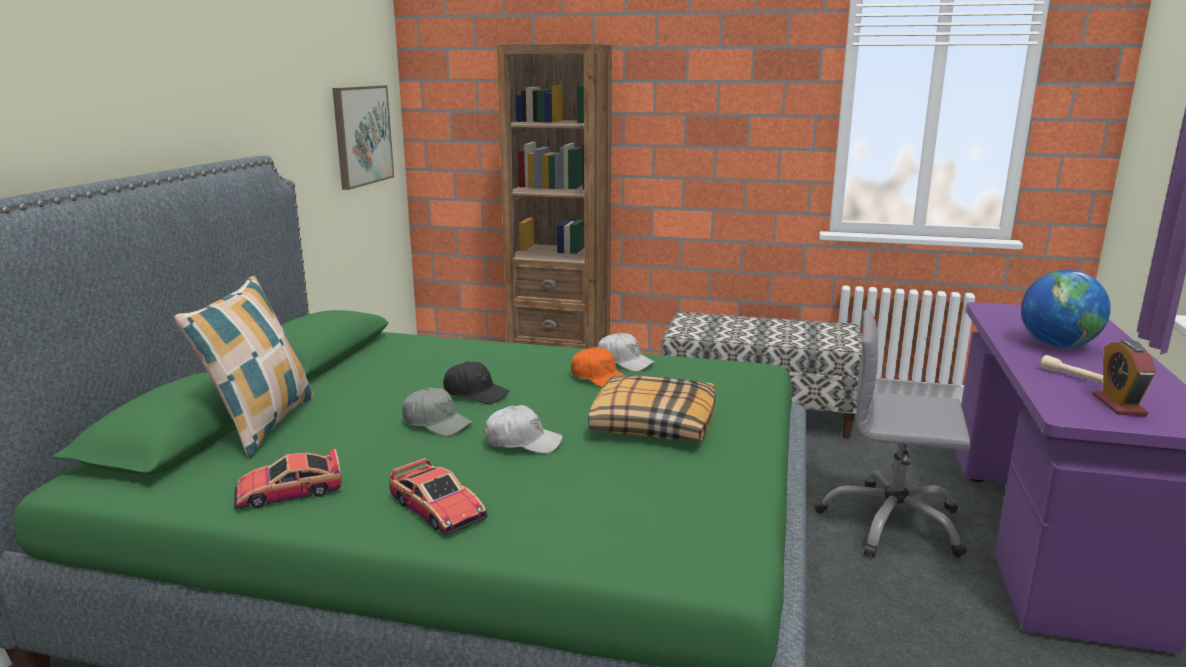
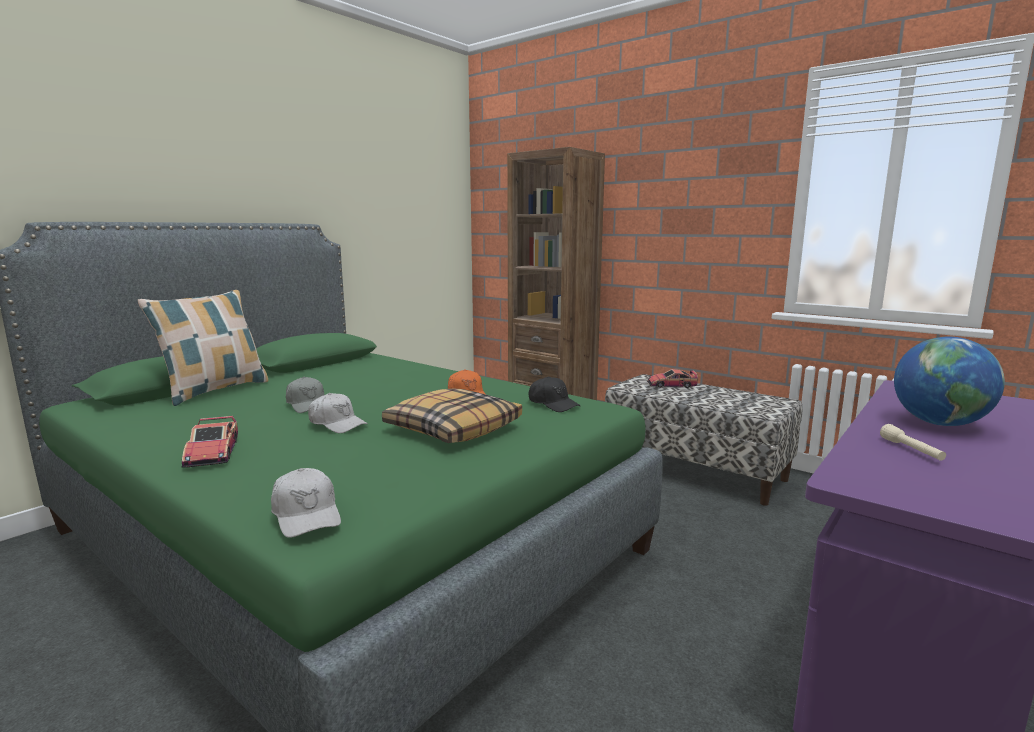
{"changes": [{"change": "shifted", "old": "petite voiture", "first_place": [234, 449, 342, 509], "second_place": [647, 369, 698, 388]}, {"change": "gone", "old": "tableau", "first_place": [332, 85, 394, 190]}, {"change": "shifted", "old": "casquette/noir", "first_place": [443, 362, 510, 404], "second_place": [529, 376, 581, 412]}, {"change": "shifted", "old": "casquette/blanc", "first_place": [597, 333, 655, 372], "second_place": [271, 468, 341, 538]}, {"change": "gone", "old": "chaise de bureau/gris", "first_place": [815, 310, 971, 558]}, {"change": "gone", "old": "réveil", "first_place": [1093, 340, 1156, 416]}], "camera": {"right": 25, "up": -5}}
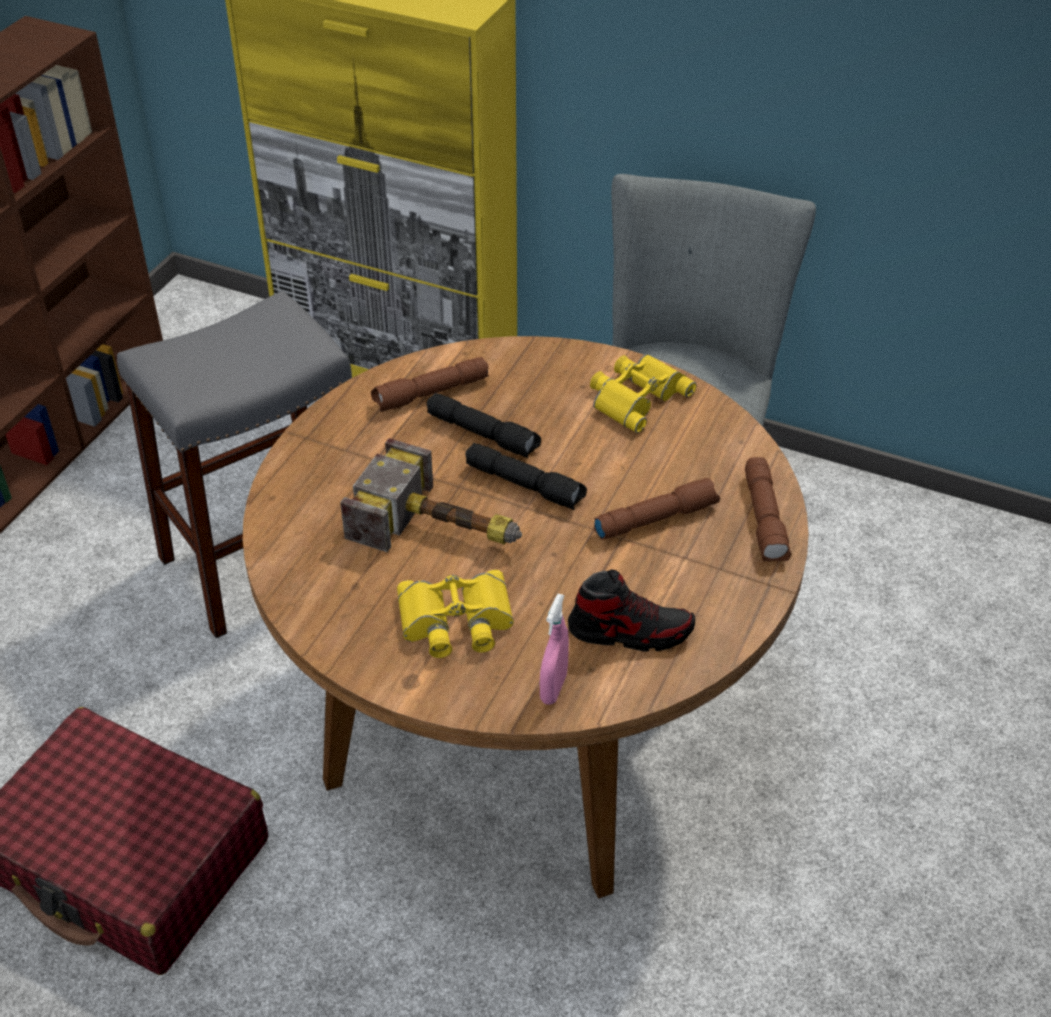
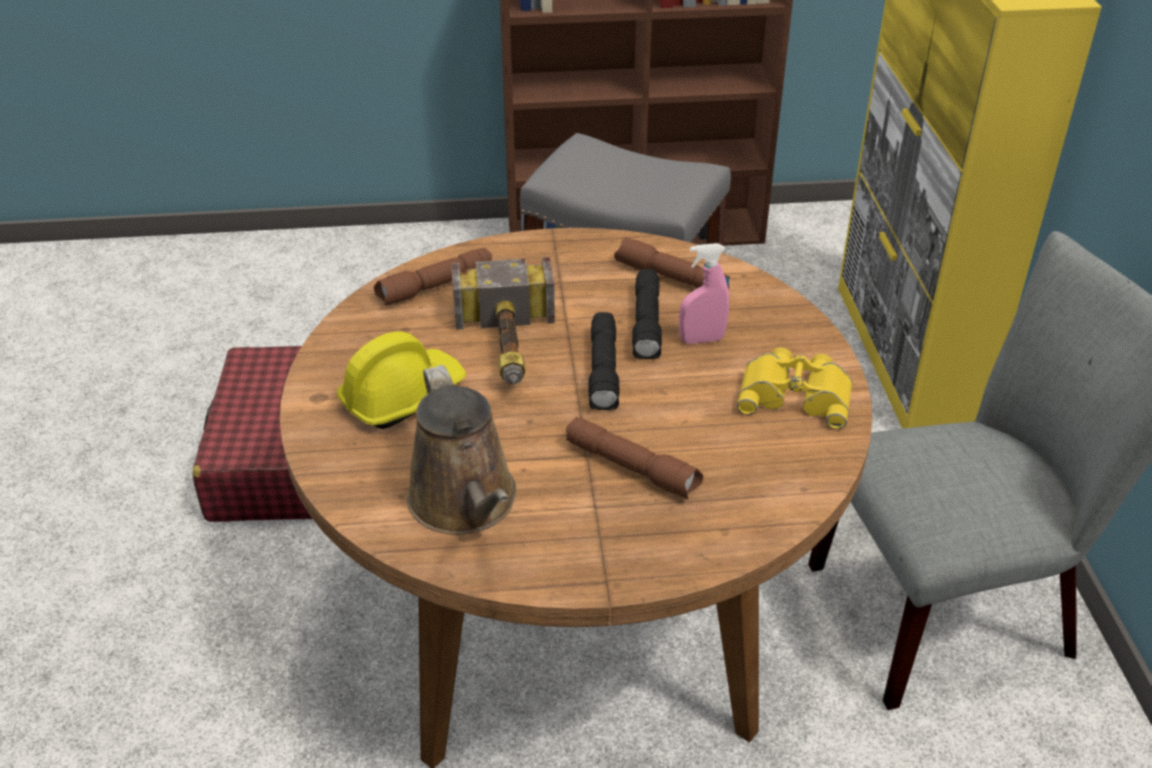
{"changes": [{"change": "swapped", "old": "jumelles/jaune", "new": "casque de chantier/jaune", "first_place": [397, 570, 514, 658], "second_place": [337, 331, 466, 429]}, {"change": "shifted", "old": "vaporisateur/rose", "first_place": [540, 594, 569, 705], "second_place": [679, 243, 729, 344]}, {"change": "swapped", "old": "chaussure", "new": "arrosoir/marron", "first_place": [568, 569, 695, 652], "second_place": [407, 365, 516, 535]}, {"change": "shifted", "old": "lampe de poche/marron", "first_place": [745, 457, 791, 562], "second_place": [374, 248, 492, 306]}], "camera": {"right": 60, "up": -5}}
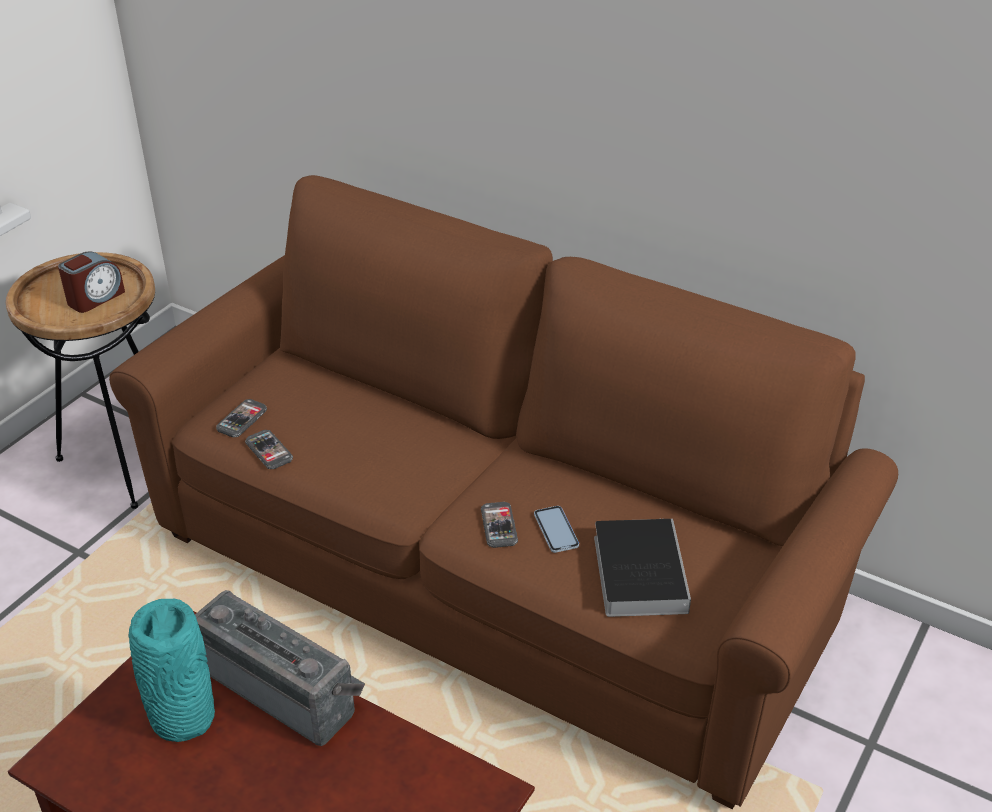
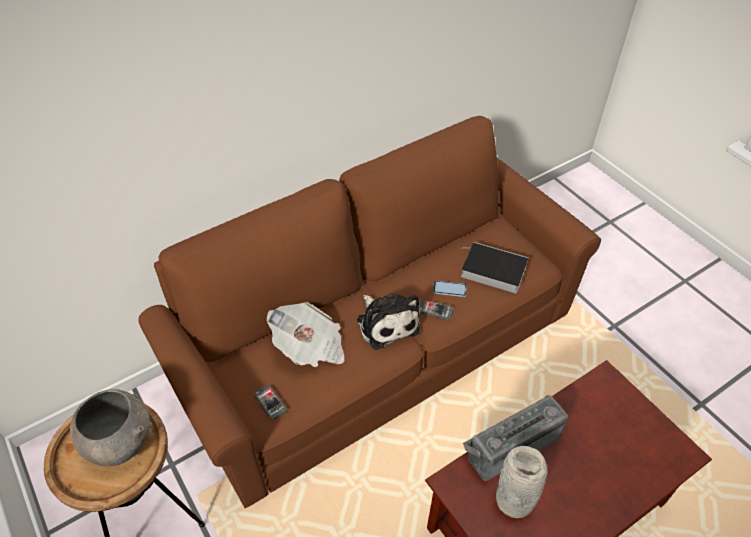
{"changes": [{"change": "swapped", "old": "réveil", "new": "bol/gris", "first_place": [58, 251, 125, 313], "second_place": [70, 389, 152, 466]}, {"change": "repainted", "old": "vase/turquoise", "new": "vase/gris", "first_place": [128, 599, 215, 742], "second_place": [496, 446, 548, 518]}, {"change": "gone", "old": "téléphone", "first_place": [245, 430, 293, 469]}, {"change": "new", "new": "journal", "second_place": [267, 302, 345, 367]}, {"change": "new", "new": "peluche", "second_place": [357, 294, 420, 350]}], "camera": {"right": -65, "up": 10}}
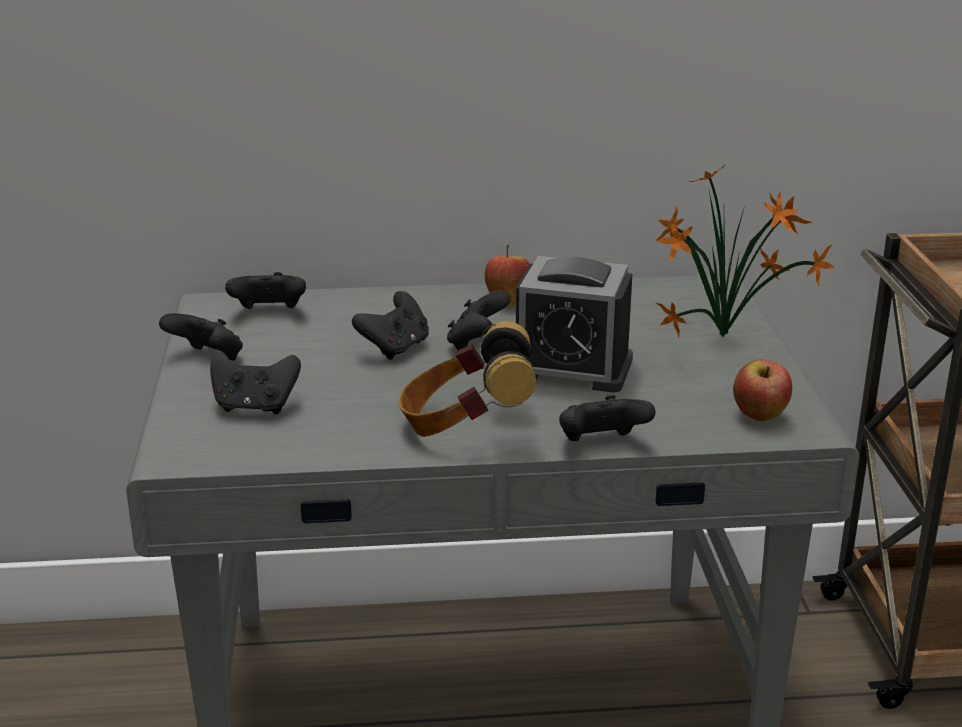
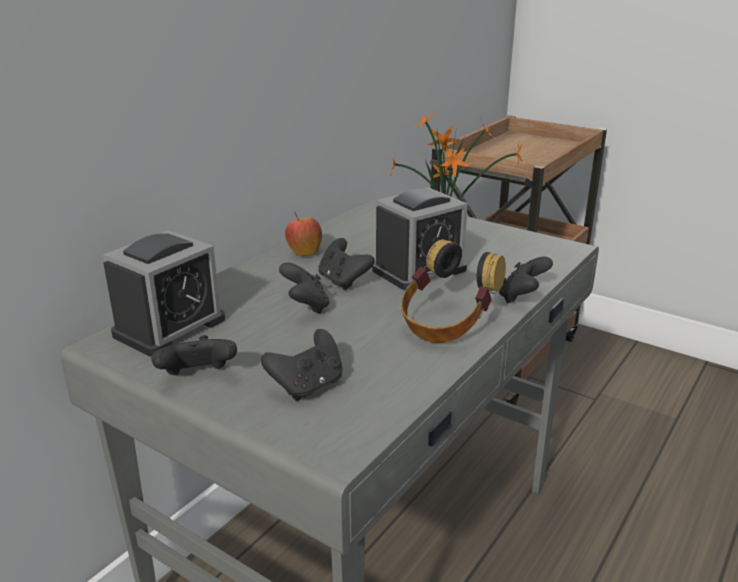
{"changes": [{"change": "swapped", "old": "manette/noir", "new": "réveil", "first_place": [225, 272, 306, 309], "second_place": [103, 230, 225, 357]}, {"change": "gone", "old": "pomme", "first_place": [733, 359, 792, 421]}], "camera": {"right": -50, "up": 0}}
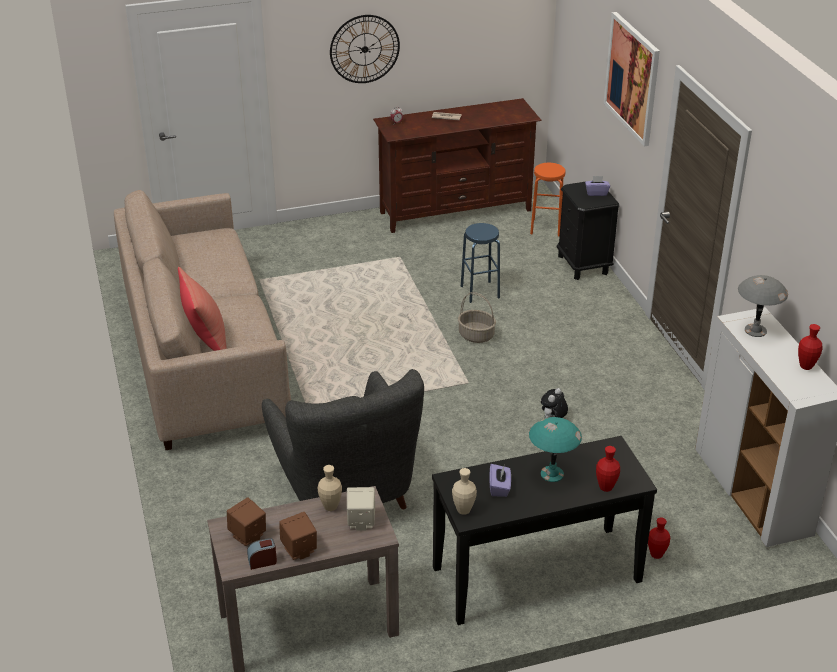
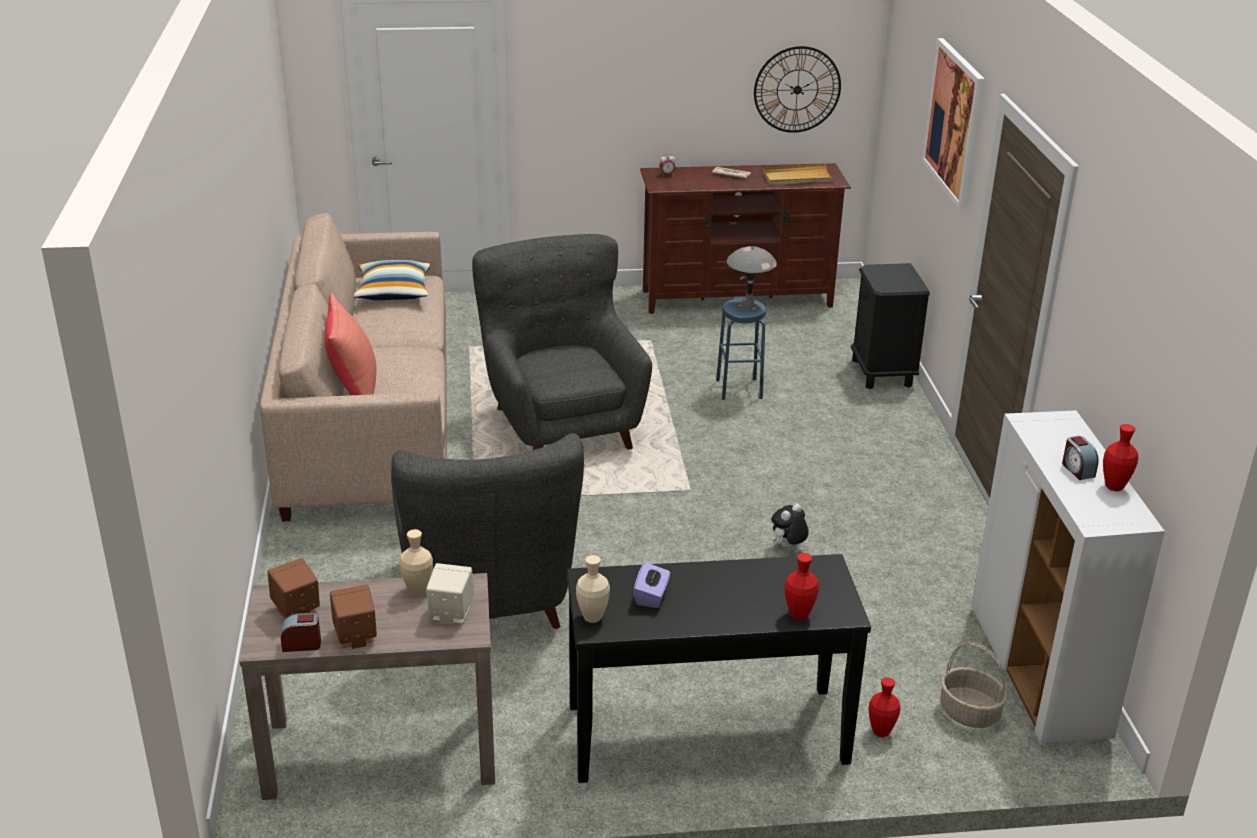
{"changes": [{"change": "shifted", "old": "horloge murale", "first_place": [330, 15, 400, 83], "second_place": [754, 46, 841, 133]}, {"change": "shifted", "old": "panier", "first_place": [458, 292, 496, 343], "second_place": [940, 642, 1007, 728]}, {"change": "gone", "old": "lampe de table/turquoise", "first_place": [529, 417, 582, 482]}, {"change": "gone", "old": "tabouret/orange", "first_place": [530, 163, 566, 237]}, {"change": "gone", "old": "boîte à mouchoirs/violet", "first_place": [585, 176, 610, 196]}, {"change": "shifted", "old": "lampe de table/gris", "first_place": [738, 275, 788, 337], "second_place": [727, 246, 777, 311]}, {"change": "new", "new": "coussin", "second_place": [354, 260, 431, 300]}, {"change": "new", "new": "fauteuil/gris", "second_place": [472, 234, 652, 450]}, {"change": "new", "new": "plateau/beige", "second_place": [762, 164, 836, 185]}, {"change": "new", "new": "réveil", "second_place": [1062, 436, 1099, 480]}], "camera": {"right": 10, "up": -5}}
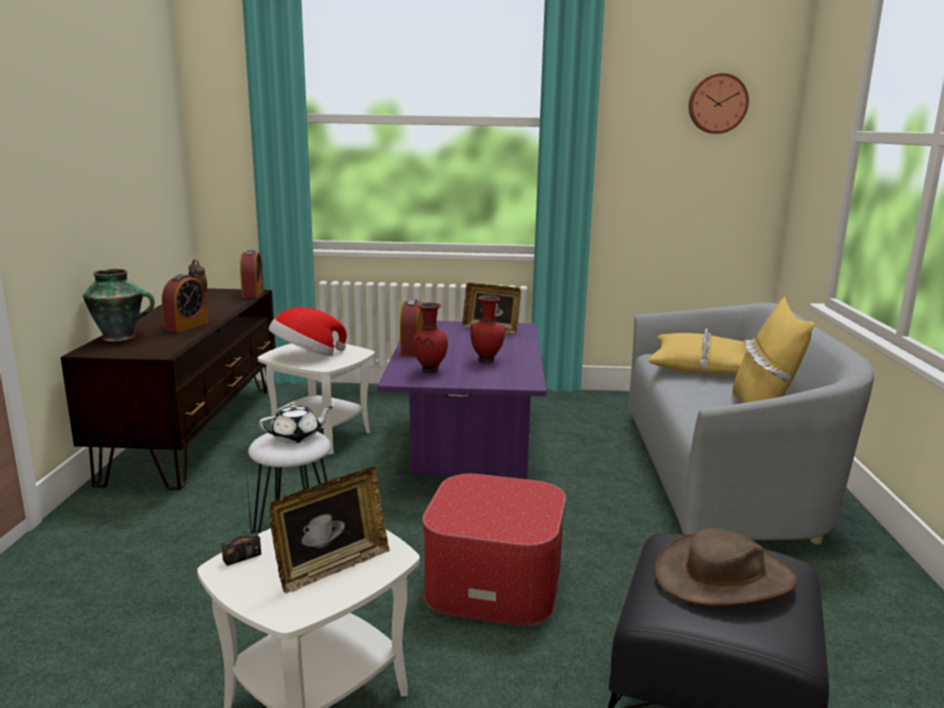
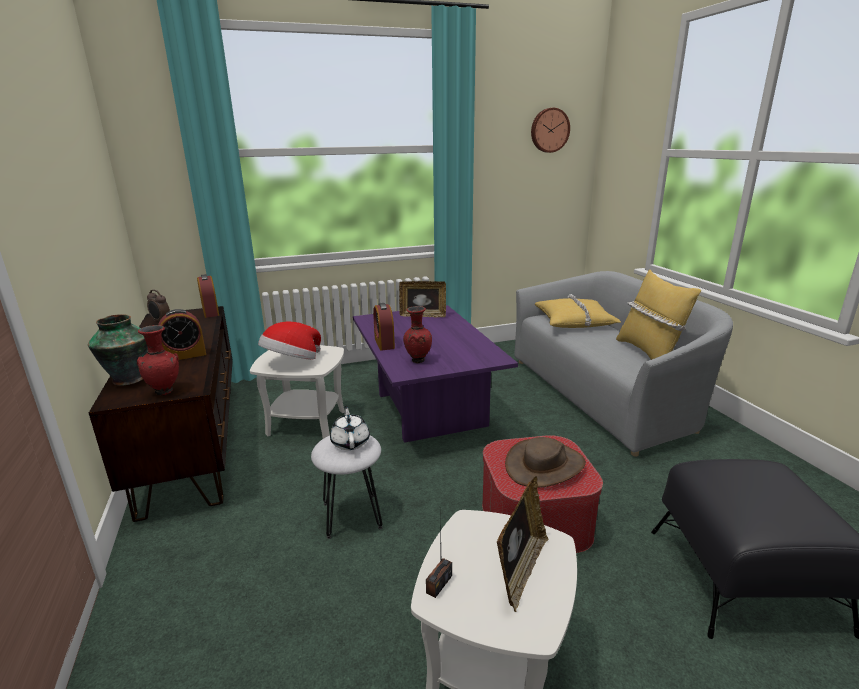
{"changes": [{"change": "rotated", "old": "réveil", "first_place": [162, 274, 208, 332], "second_place": [158, 309, 206, 360], "degrees": 60}, {"change": "rotated", "old": "théière/blanc", "first_place": [259, 403, 332, 444], "second_place": [330, 406, 370, 450], "degrees": -60}, {"change": "shifted", "old": "vase/rouge", "first_place": [470, 295, 506, 363], "second_place": [137, 325, 179, 395]}, {"change": "shifted", "old": "chapeau/marron", "first_place": [655, 528, 798, 606], "second_place": [505, 437, 586, 487]}], "camera": {"right": -20, "up": 5}}
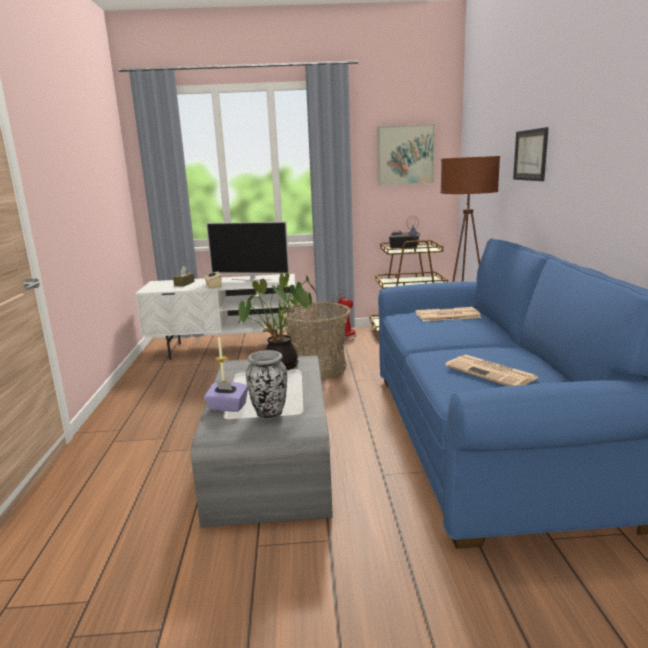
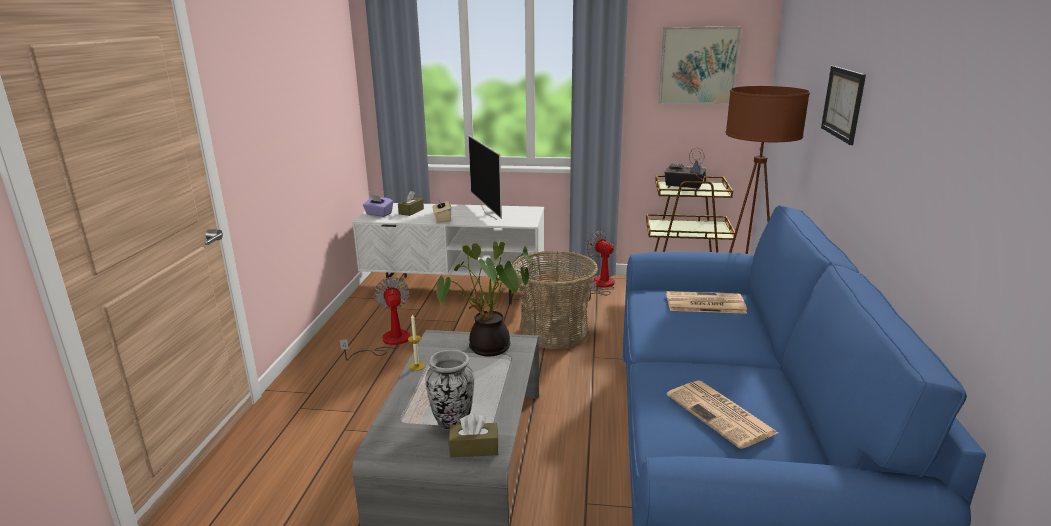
{"changes": [{"change": "shifted", "old": "boîte à mouchoirs/violet", "first_place": [204, 381, 248, 412], "second_place": [363, 195, 393, 217]}, {"change": "rotated", "old": "téléviseur", "first_place": [206, 222, 290, 281], "second_place": [468, 135, 502, 220], "degrees": 45}, {"change": "new", "new": "ventilateur", "second_place": [339, 277, 410, 361]}, {"change": "new", "new": "boîte à mouchoirs/marron", "second_place": [449, 413, 499, 458]}], "camera": {"right": 10, "up": 5}}
